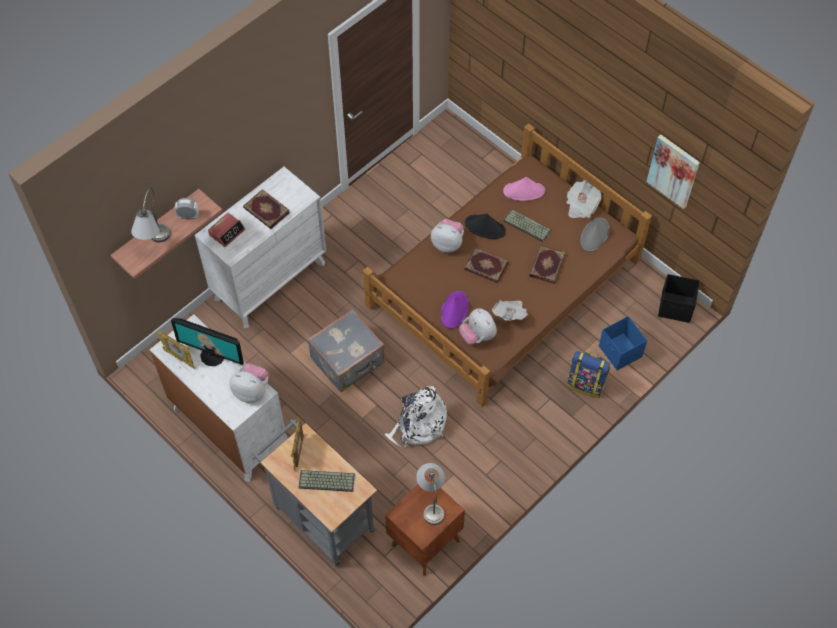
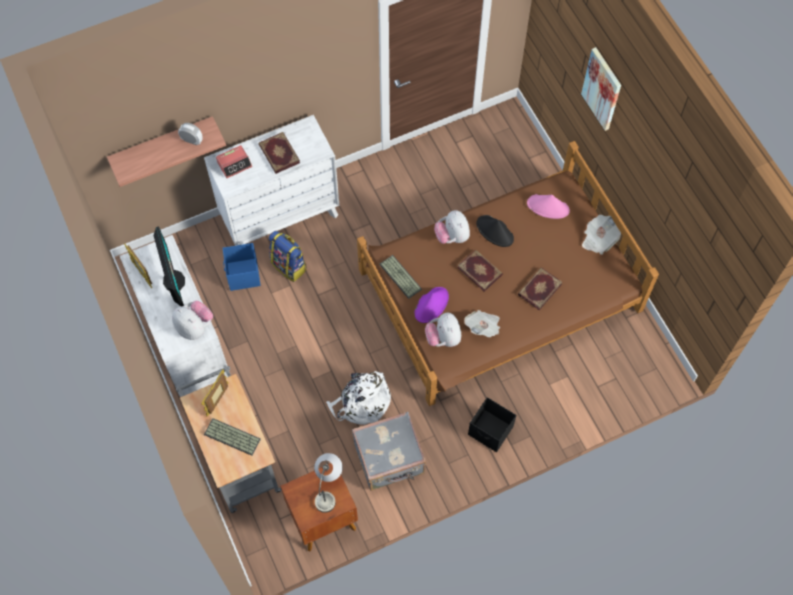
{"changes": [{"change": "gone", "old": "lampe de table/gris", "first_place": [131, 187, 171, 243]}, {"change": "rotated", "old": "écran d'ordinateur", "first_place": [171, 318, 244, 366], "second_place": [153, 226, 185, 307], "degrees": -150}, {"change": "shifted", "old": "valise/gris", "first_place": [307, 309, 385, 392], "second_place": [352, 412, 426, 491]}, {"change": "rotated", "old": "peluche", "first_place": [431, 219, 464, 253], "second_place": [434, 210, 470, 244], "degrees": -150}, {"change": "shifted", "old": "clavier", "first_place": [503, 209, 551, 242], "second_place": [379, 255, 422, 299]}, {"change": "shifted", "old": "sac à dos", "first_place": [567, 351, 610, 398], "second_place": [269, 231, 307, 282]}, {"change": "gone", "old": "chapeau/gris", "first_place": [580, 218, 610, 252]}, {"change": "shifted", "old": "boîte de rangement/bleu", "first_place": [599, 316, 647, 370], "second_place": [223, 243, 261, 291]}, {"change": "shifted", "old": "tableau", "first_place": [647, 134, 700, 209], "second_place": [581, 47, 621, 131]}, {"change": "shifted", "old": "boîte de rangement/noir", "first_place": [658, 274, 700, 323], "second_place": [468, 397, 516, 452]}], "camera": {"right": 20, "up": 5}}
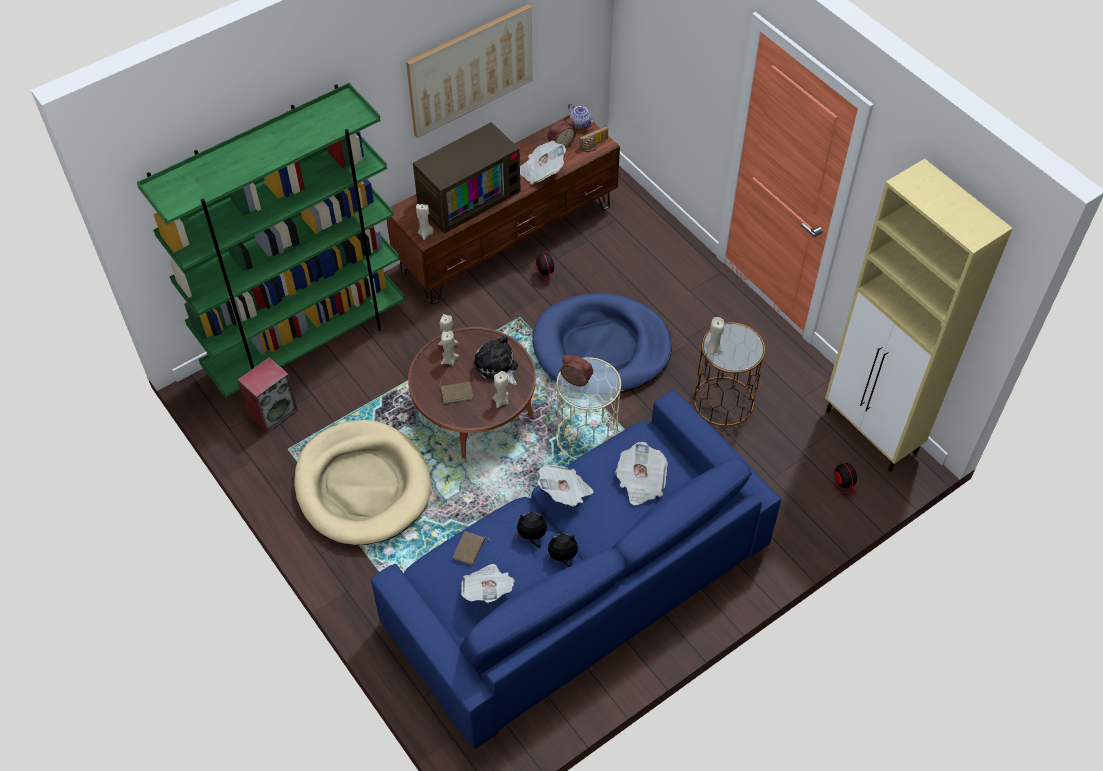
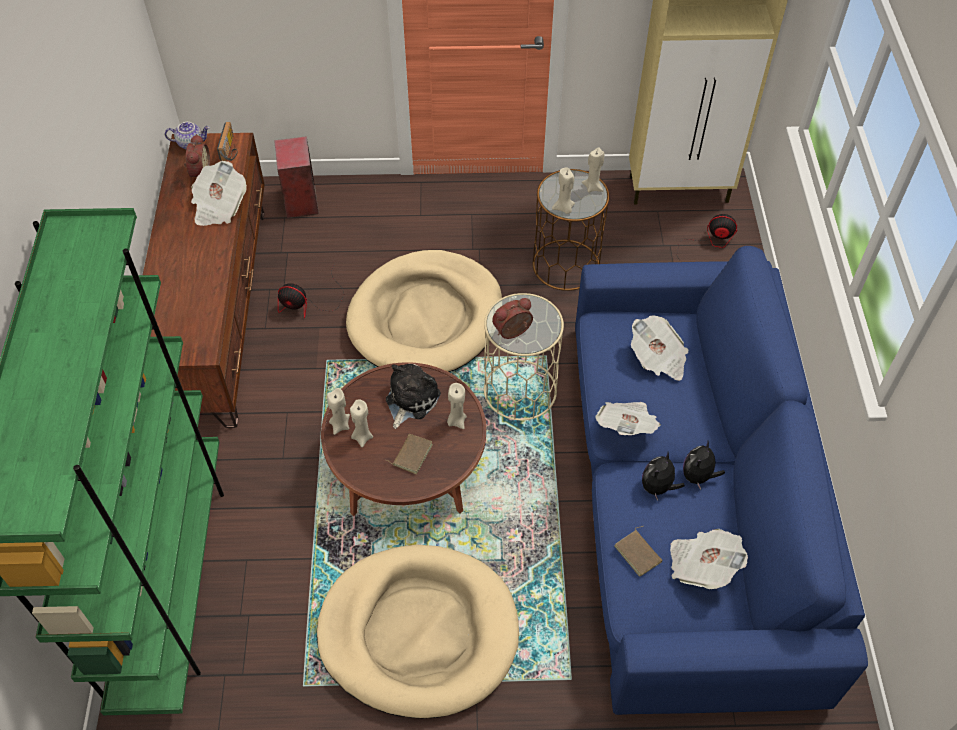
{"changes": [{"change": "shifted", "old": "enceinte", "first_place": [238, 357, 298, 433], "second_place": [274, 136, 319, 218]}, {"change": "gone", "old": "tableau", "first_place": [406, 4, 532, 138]}, {"change": "gone", "old": "téléviseur", "first_place": [413, 122, 521, 234]}, {"change": "shifted", "old": "bougie/beige", "first_place": [416, 204, 433, 240], "second_place": [582, 147, 604, 192]}, {"change": "rotated", "old": "peluche", "first_place": [474, 335, 518, 385], "second_place": [386, 364, 441, 429], "degrees": 120}, {"change": "repainted", "old": "panier pour chien/bleu", "new": "panier pour chien/beige", "first_place": [532, 293, 672, 393], "second_place": [346, 250, 502, 372]}], "camera": {"right": -55, "up": 0}}
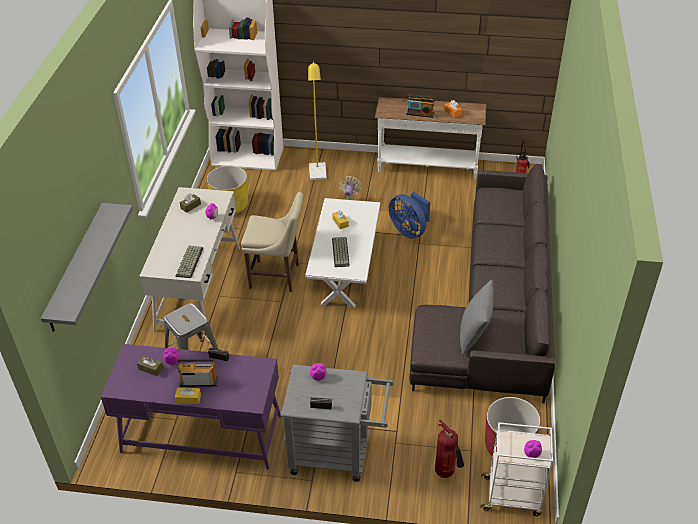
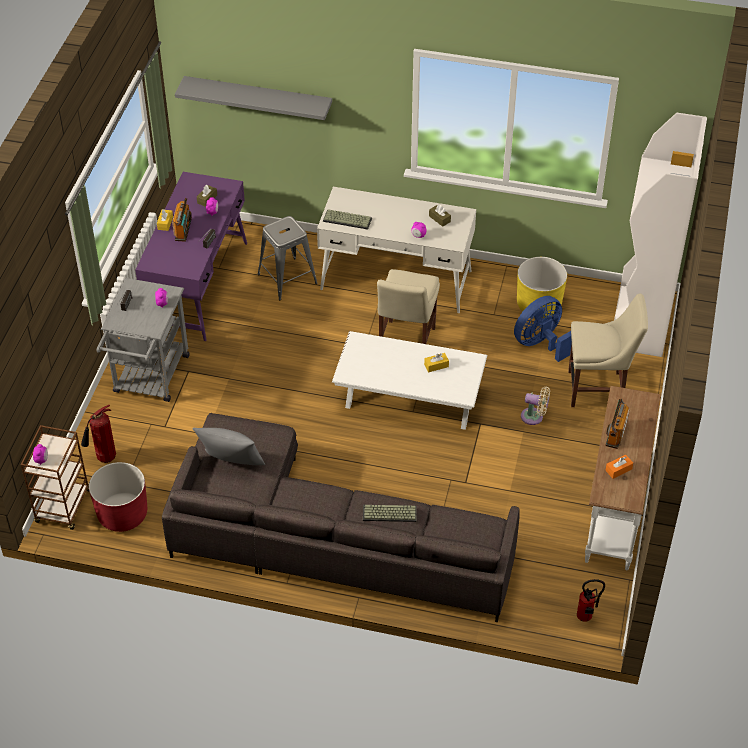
{"changes": [{"change": "swapped", "old": "lampadaire/jaune", "new": "chaise/beige", "first_place": [308, 61, 327, 180], "second_place": [568, 294, 648, 407]}, {"change": "shifted", "old": "clavier", "first_place": [332, 237, 350, 267], "second_place": [363, 505, 417, 522]}, {"change": "shifted", "old": "ventilateur/bleu", "first_place": [389, 192, 430, 239], "second_place": [514, 296, 572, 362]}, {"change": "repainted", "old": "chariot/blanc", "new": "chariot/marron", "first_place": [481, 422, 553, 516], "second_place": [21, 425, 89, 530]}], "camera": {"right": 95, "up": 5}}
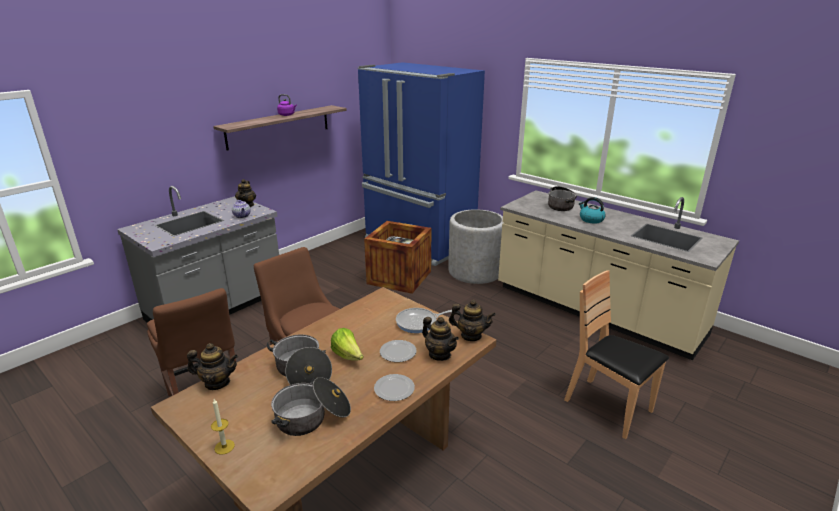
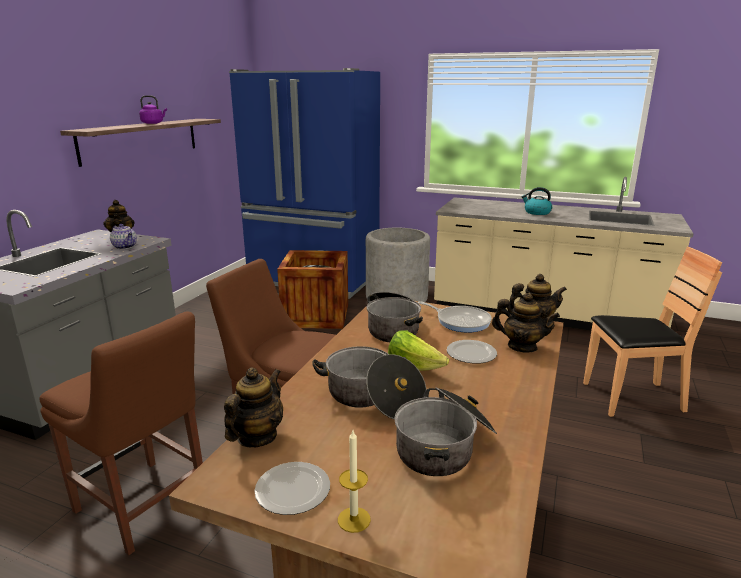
{"changes": [{"change": "rotated", "old": "théière", "first_place": [187, 343, 238, 390], "second_place": [224, 367, 283, 447], "degrees": -45}, {"change": "shifted", "old": "assiette", "first_place": [374, 374, 415, 401], "second_place": [254, 462, 330, 515]}, {"change": "rotated", "old": "poêle", "first_place": [396, 308, 452, 333], "second_place": [418, 301, 492, 333], "degrees": -105}, {"change": "shifted", "old": "marmite", "first_place": [548, 186, 577, 211], "second_place": [367, 292, 423, 342]}, {"change": "rotated", "old": "chaise/marron", "first_place": [564, 270, 669, 439], "second_place": [583, 247, 722, 417], "degrees": 150}], "camera": {"right": -20, "up": -5}}
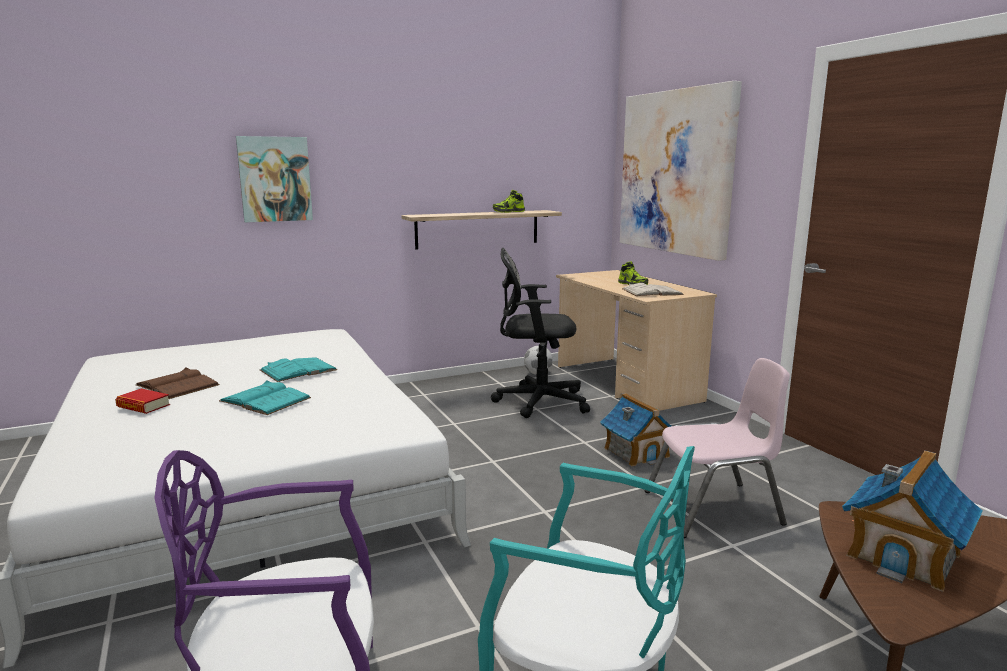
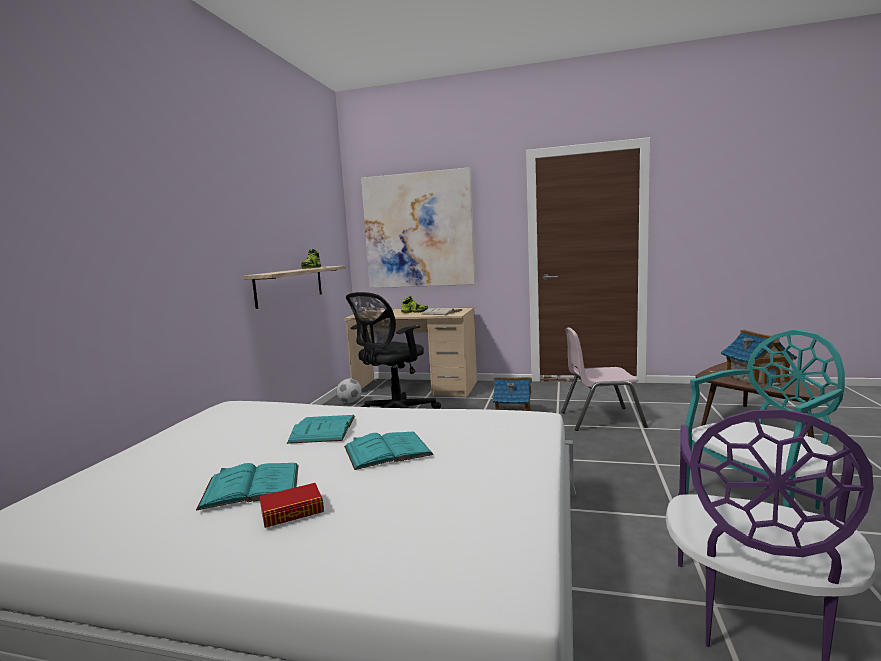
{"changes": [{"change": "repainted", "old": "livre/marron", "new": "livre/turquoise", "first_place": [135, 367, 220, 399], "second_place": [196, 463, 299, 511]}, {"change": "gone", "old": "tableau", "first_place": [236, 136, 313, 222]}, {"change": "rotated", "old": "chaise/rose", "first_place": [645, 358, 790, 538], "second_place": [561, 327, 648, 431], "degrees": -120}], "camera": {"right": -50, "up": -5}}
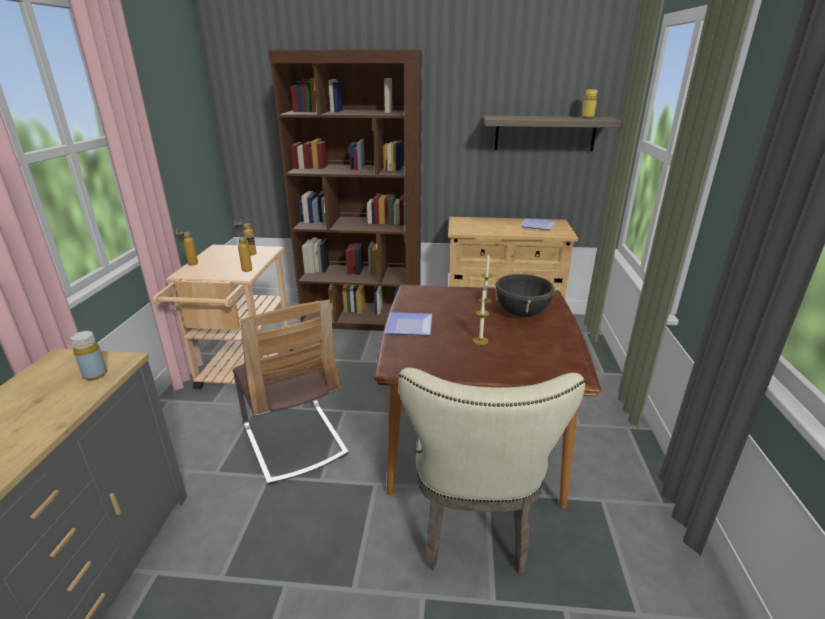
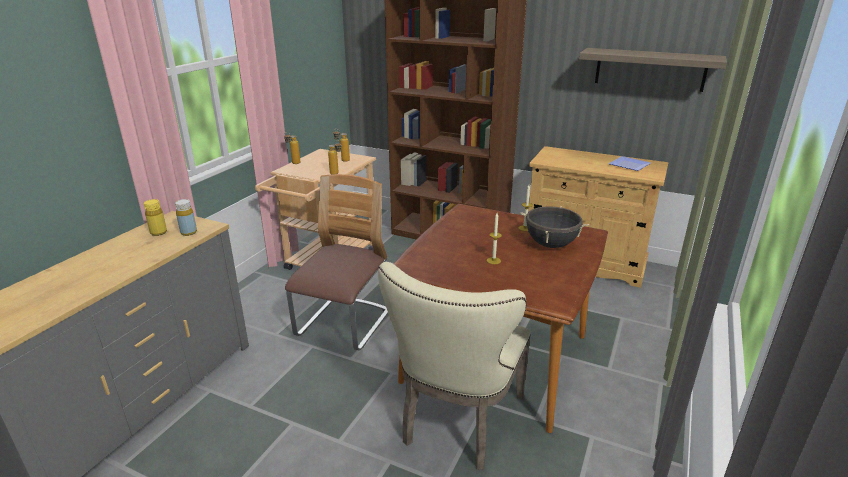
{"changes": [{"change": "rotated", "old": "chaise", "first_place": [233, 299, 349, 485], "second_place": [285, 174, 388, 351], "degrees": -150}, {"change": "gone", "old": "assiette", "first_place": [385, 312, 432, 335]}, {"change": "shifted", "old": "bouteille/jaune", "first_place": [582, 89, 598, 118], "second_place": [144, 199, 167, 236]}], "camera": {"right": 20, "up": 0}}
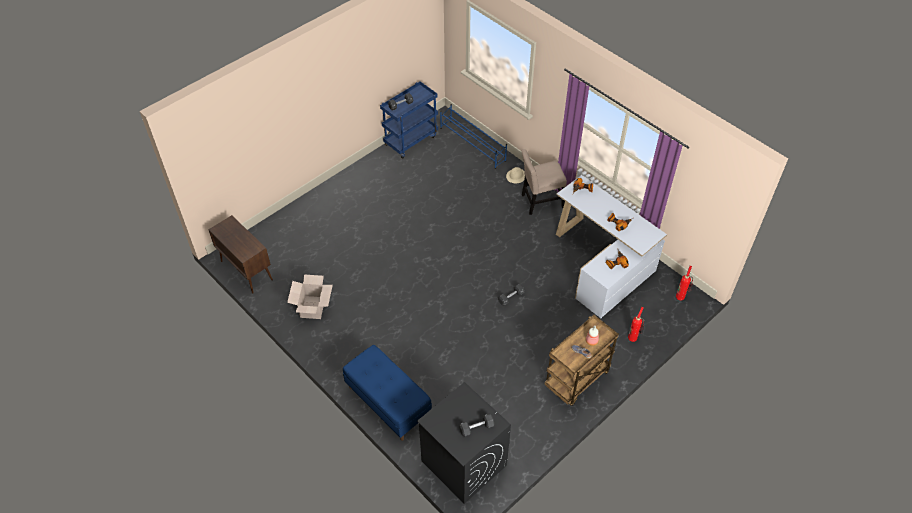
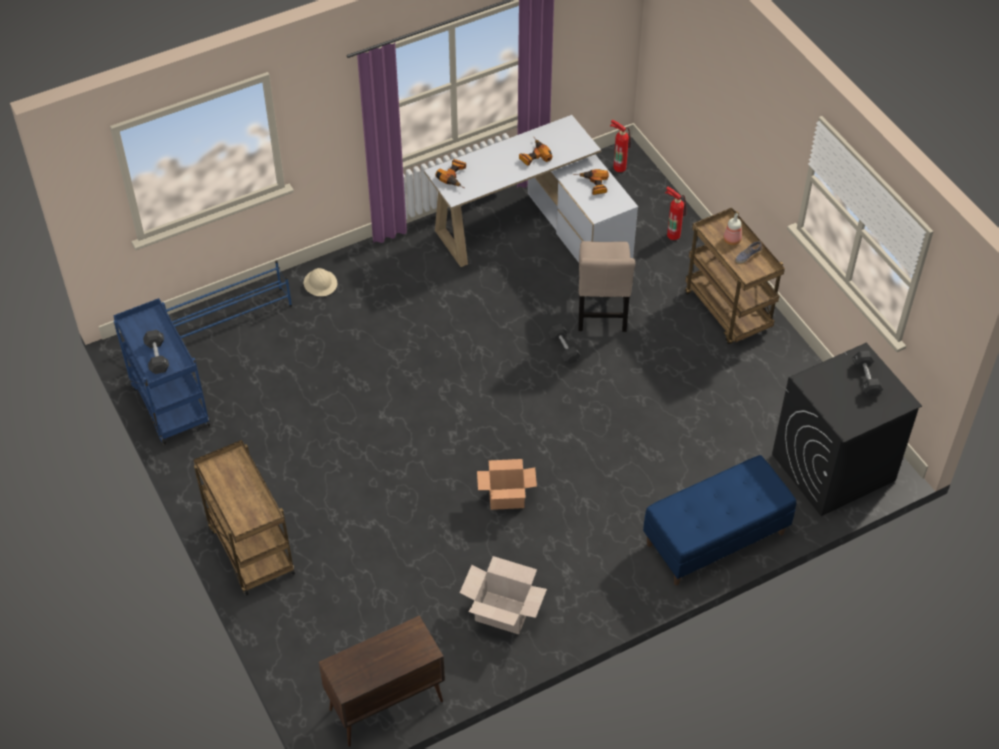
{"changes": [{"change": "shifted", "old": "chaise/beige", "first_place": [522, 149, 567, 215], "second_place": [578, 241, 635, 332]}, {"change": "new", "new": "chariot/marron", "second_place": [194, 440, 295, 596]}, {"change": "new", "new": "carton", "second_place": [477, 459, 537, 510]}], "camera": {"right": -75, "up": 0}}
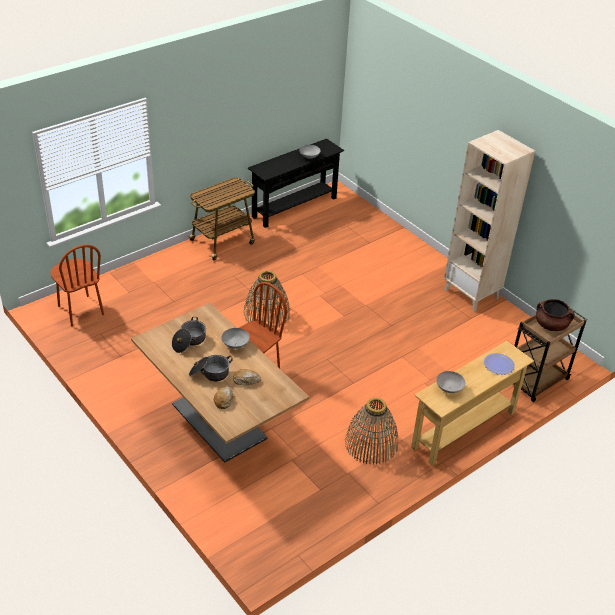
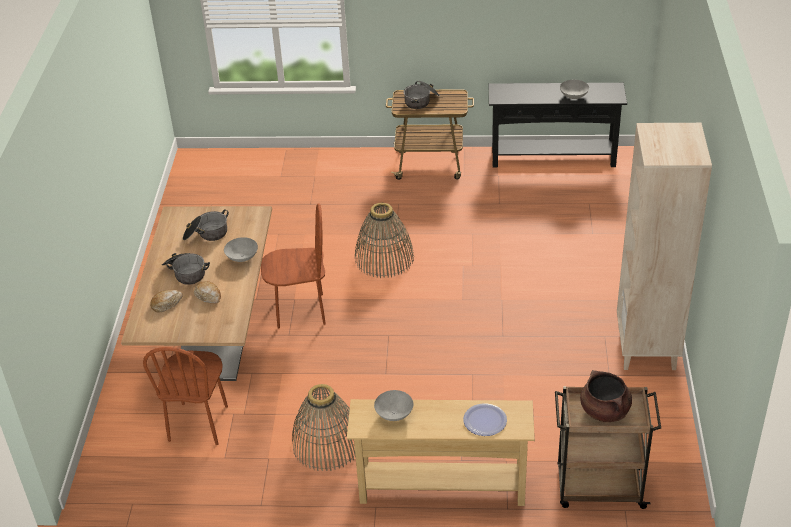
{"changes": [{"change": "shifted", "old": "chaise/marron", "first_place": [51, 245, 104, 327], "second_place": [143, 347, 228, 445]}, {"change": "new", "new": "marmite", "second_place": [404, 81, 440, 109]}], "camera": {"right": 45, "up": 0}}
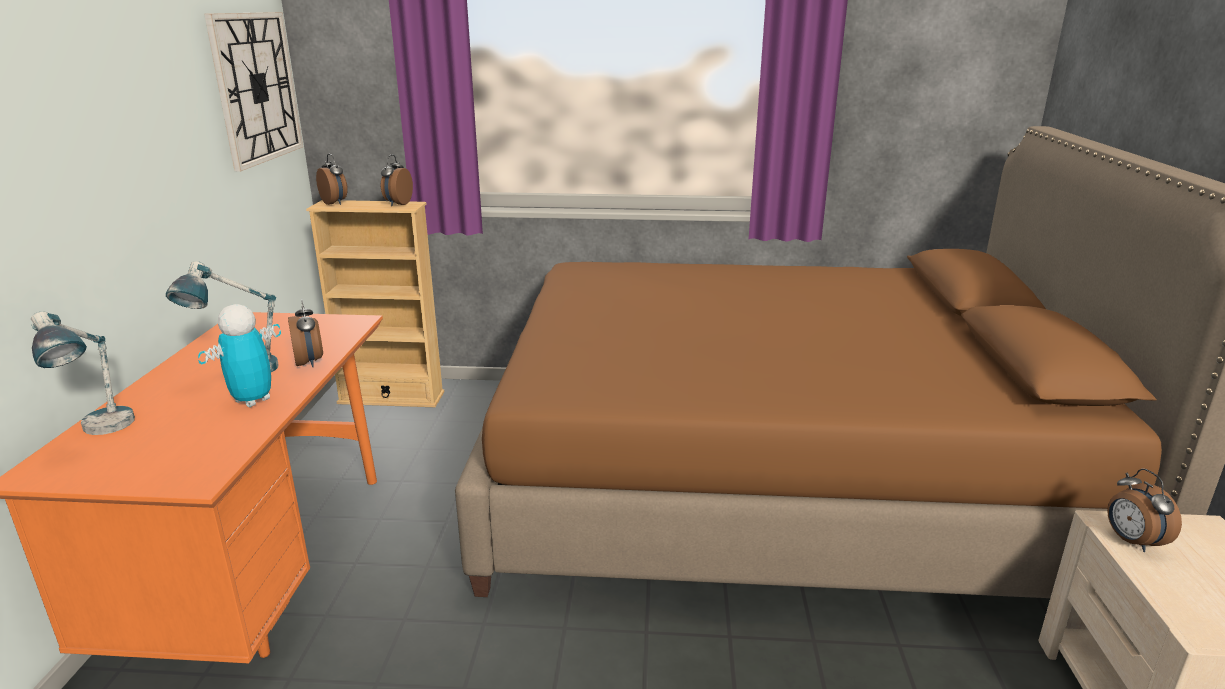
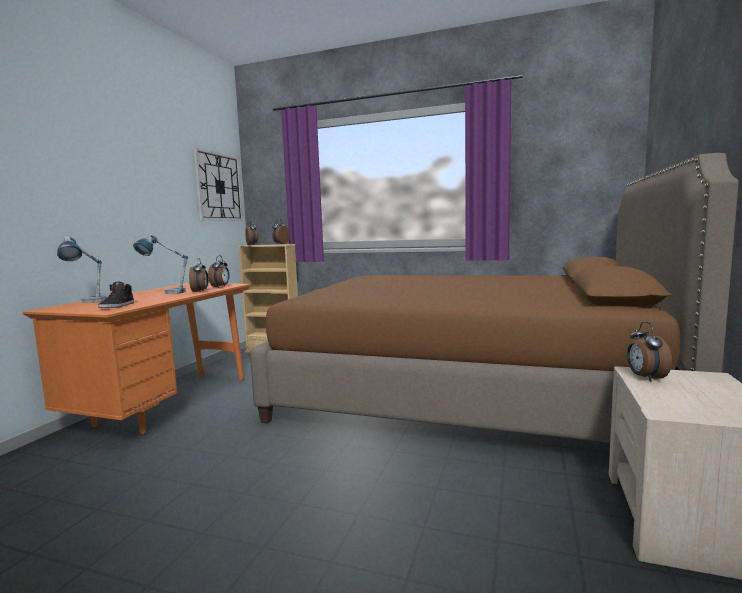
{"changes": [{"change": "gone", "old": "robot jouet", "first_place": [198, 304, 281, 407]}, {"change": "new", "new": "chaussure/noir", "second_place": [98, 281, 134, 308]}, {"change": "new", "new": "réveil", "second_place": [208, 255, 229, 288]}], "camera": {"right": 15, "up": -15}}
